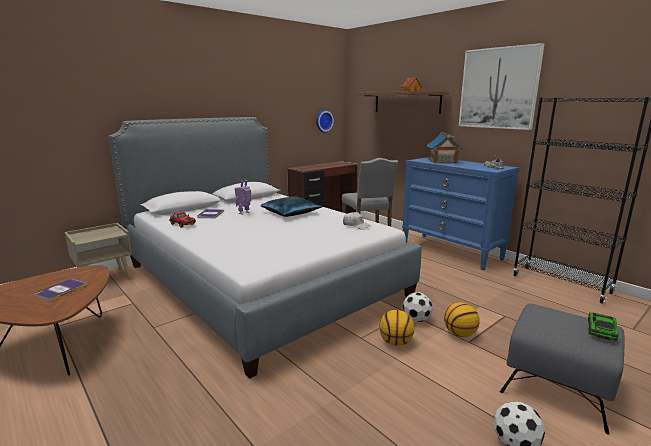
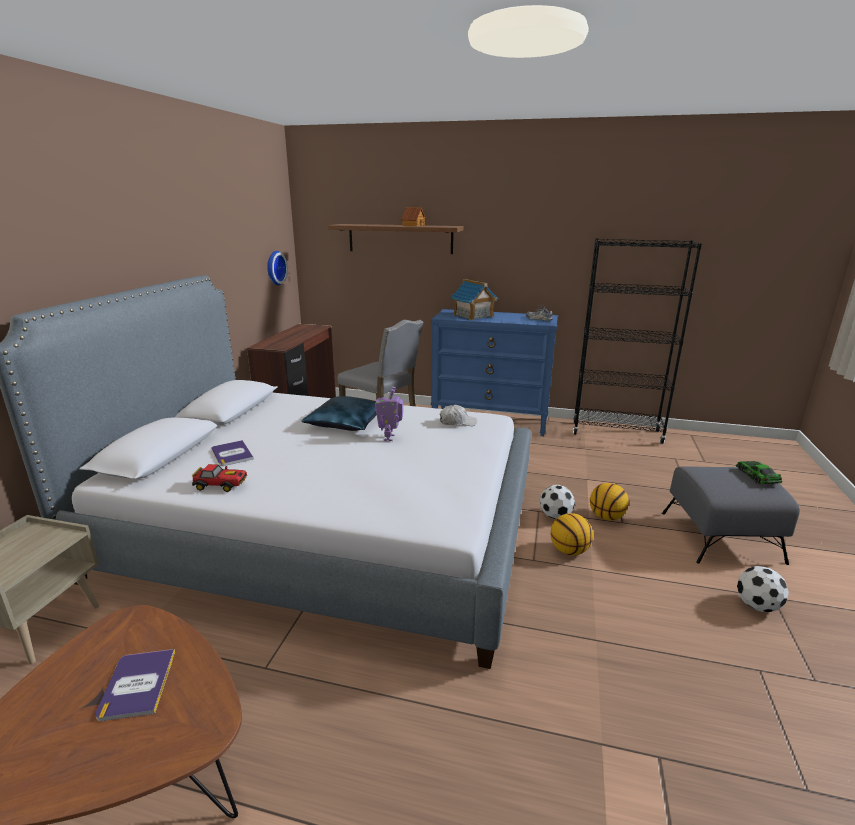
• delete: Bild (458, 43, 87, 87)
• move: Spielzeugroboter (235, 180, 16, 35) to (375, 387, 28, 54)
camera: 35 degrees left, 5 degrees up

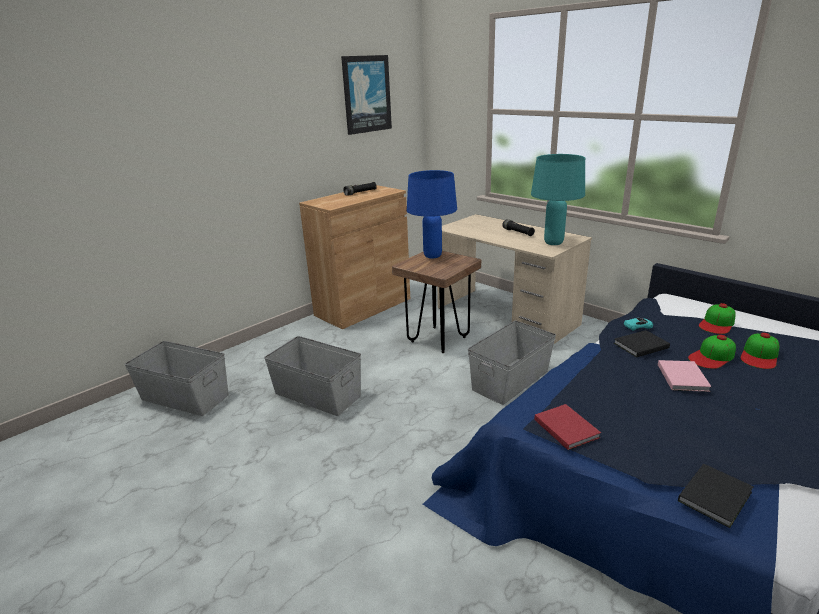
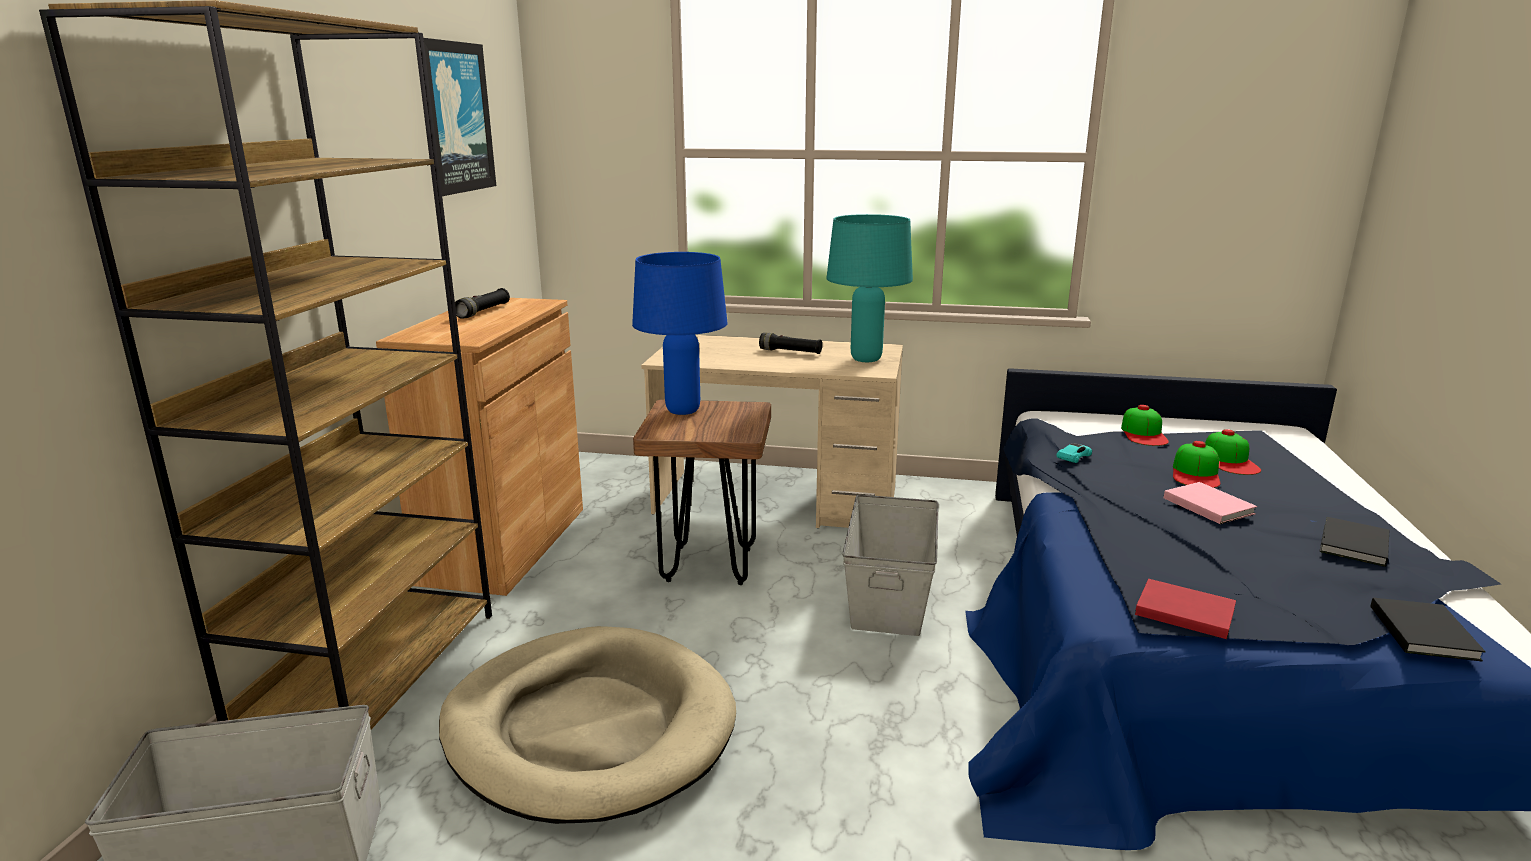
• insert: Bücherregal/braun (39, 0, 453, 729)
• move: Buch/schwarz (614, 330, 56, 27) to (1319, 517, 70, 50)
• replace: Aufbewahrungsbox/grau (264, 336, 97, 80) to Hundebett/beige (439, 626, 297, 198)
camera: 35 degrees left, 5 degrees down

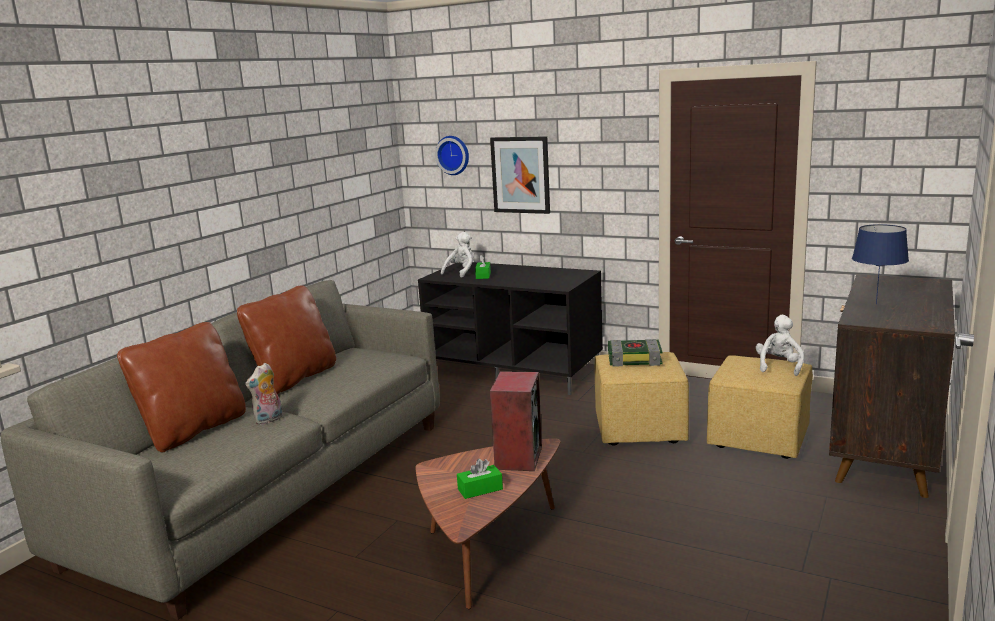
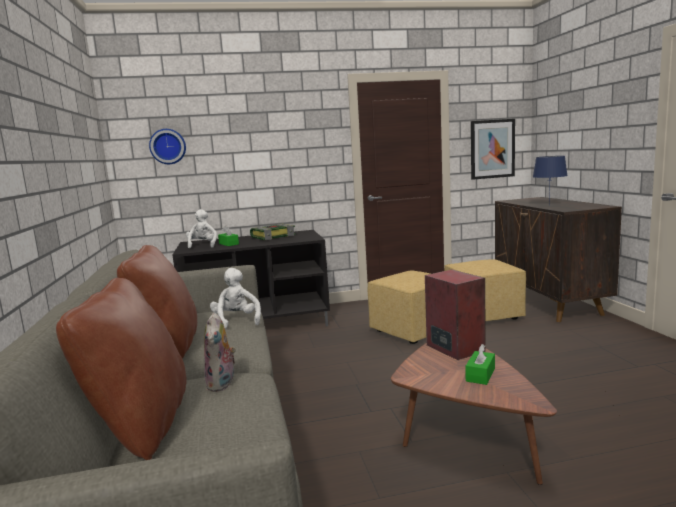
• move: Bild (490, 136, 60, 78) to (471, 119, 44, 61)
• move: Buch (608, 339, 55, 28) to (250, 223, 45, 17)
• move: Plüschtier/weiß (756, 315, 48, 61) to (210, 268, 51, 61)
camera: 40 degrees left, 5 degrees down

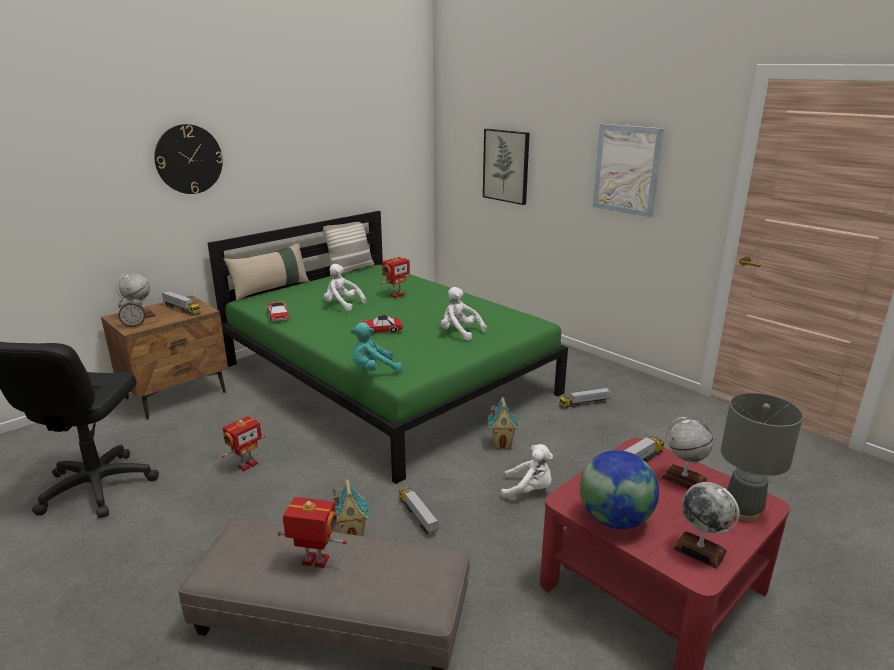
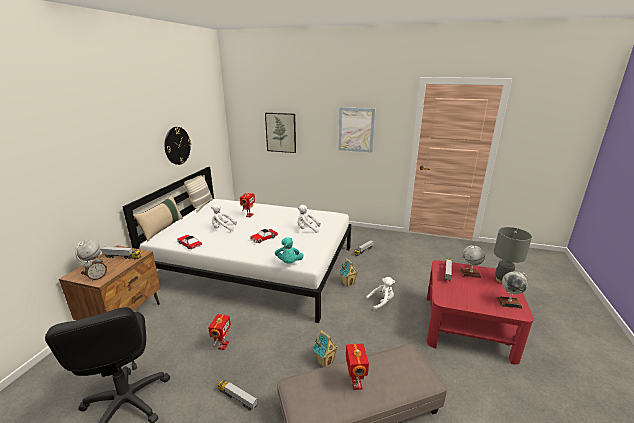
• delete: Globus (580, 450, 79, 79)
• move: Wanduhr (154, 124, 69, 70) to (164, 127, 27, 38)
• move: Spielzeuglaster (399, 487, 40, 47) to (218, 380, 40, 31)
• recolor: Bett/grün (208, 211, 360, 273) to Bett/weiß (122, 167, 229, 156)
• rotate: Spielzeugroboter (277, 497, 70, 71) = (346, 343, 23, 47) 105 degrees clockwise
• rotate: Plüschtier/türkis (350, 322, 52, 50) = (275, 237, 28, 26) 45 degrees counterclockwise
camera: 30 degrees left, 0 degrees up

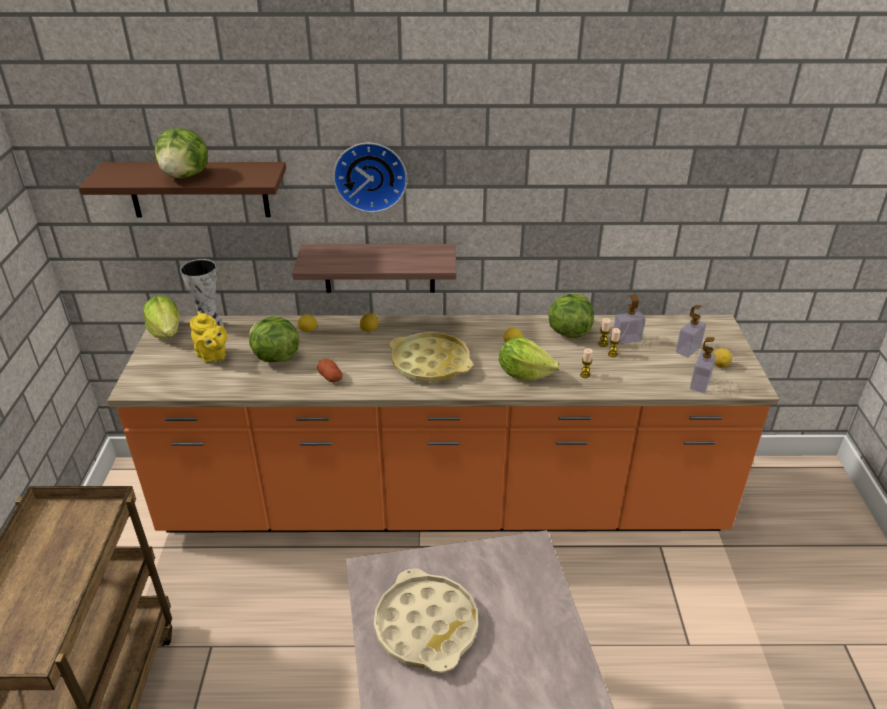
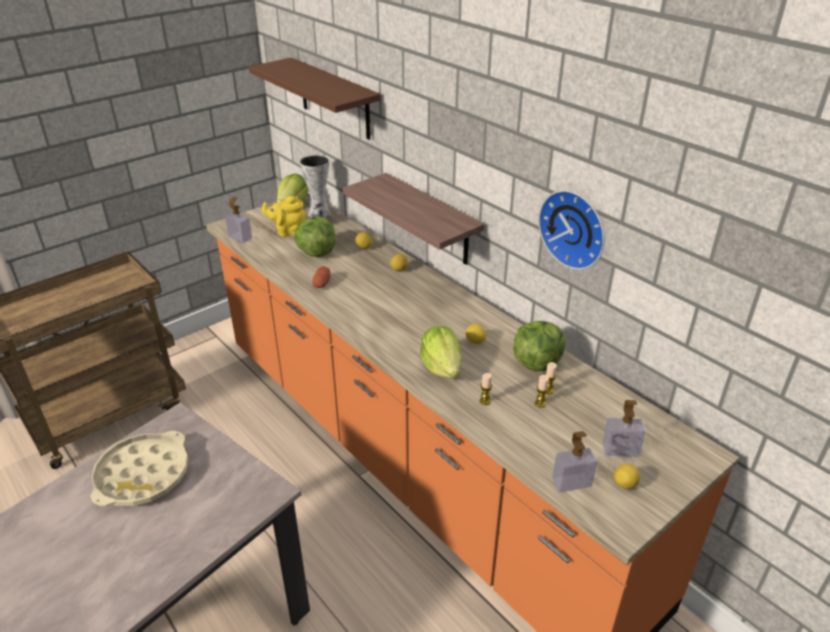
• delete: Salatkopf (155, 128, 53, 50)
• delete: Tablett/gelb (389, 332, 84, 50)
• move: Wanduhr (333, 143, 74, 70) to (538, 190, 67, 80)
• move: Seifenspender (614, 294, 32, 50) to (225, 196, 27, 47)
• rotate: Teekanne/gelb (190, 311, 37, 53) = (262, 196, 44, 41) 75 degrees clockwise
camera: 50 degrees right, 0 degrees up

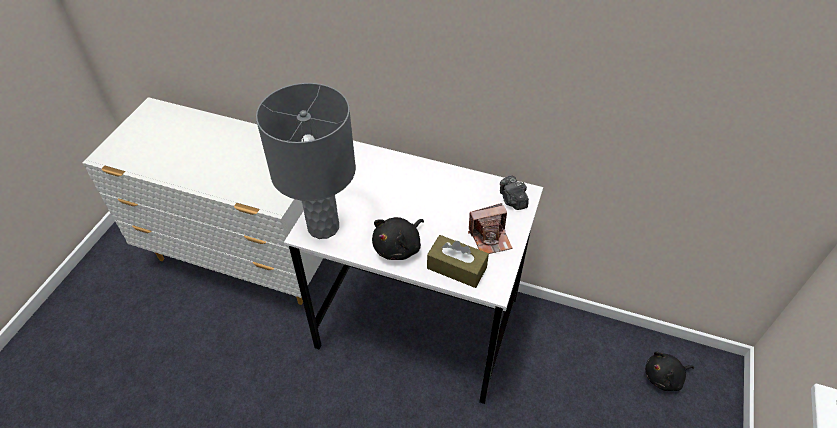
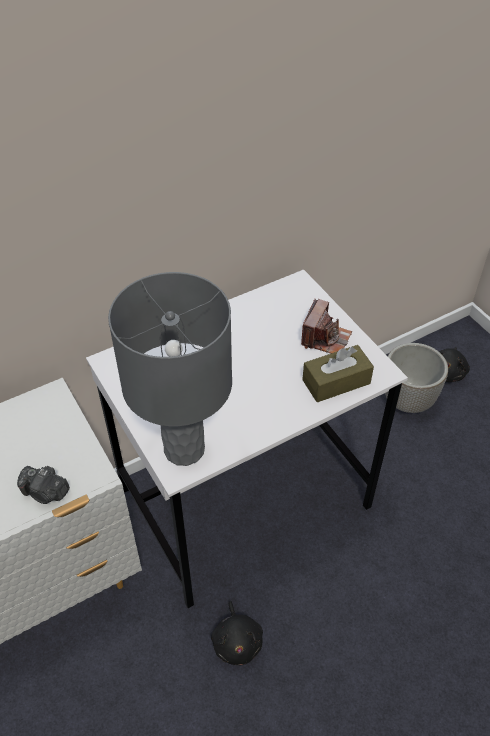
• insert: Pflanzkübel (385, 343, 63, 70)
• move: Plüschtier/schwarz (372, 217, 52, 43) to (211, 601, 52, 64)
• move: Kamera (500, 175, 29, 35) to (17, 466, 53, 38)
camera: 50 degrees left, 0 degrees up

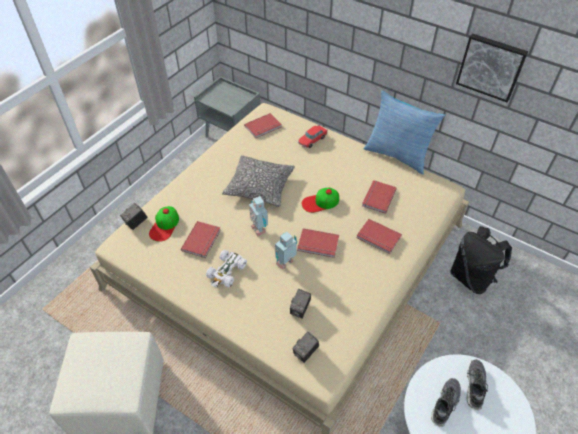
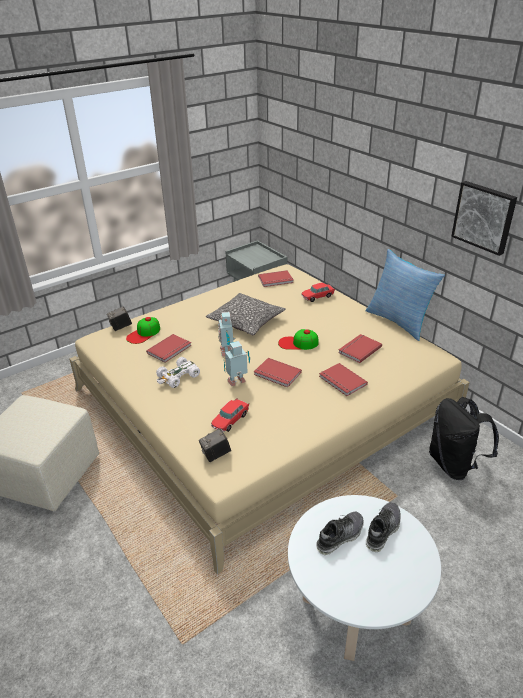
• replace: Kamera (290, 289, 21, 30) to Spielzeugauto (211, 398, 38, 34)
camera: 20 degrees right, 15 degrees down

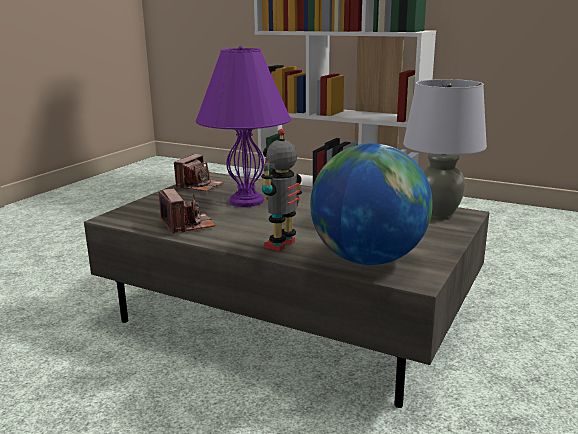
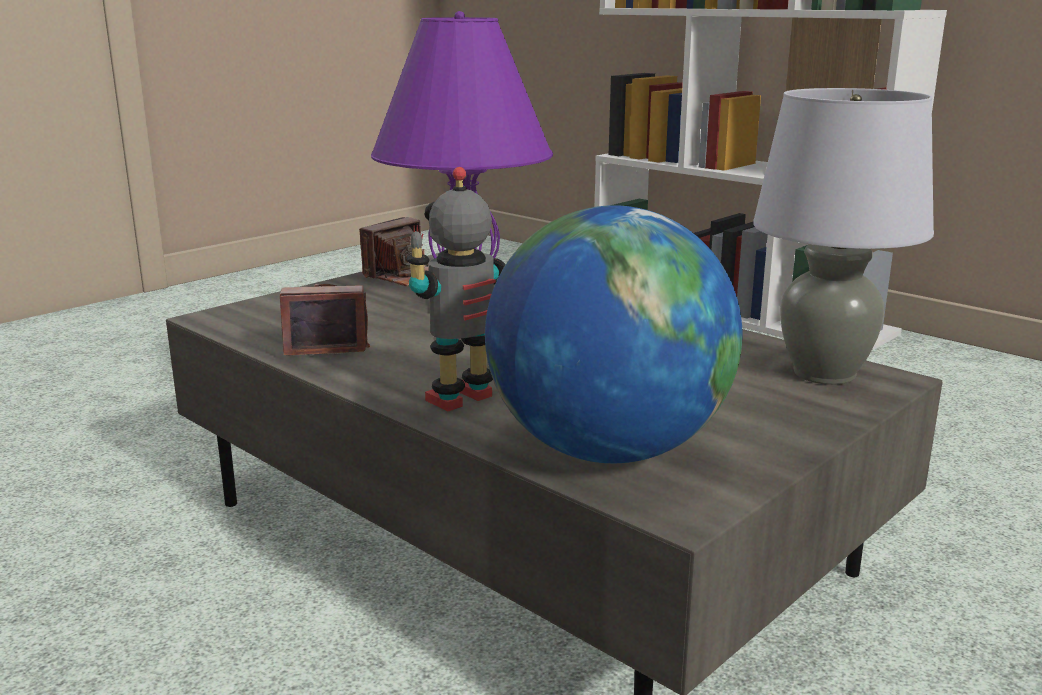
• rotate: Kamera (159, 189, 56, 45) = (280, 284, 90, 71) 90 degrees counterclockwise
camera: 15 degrees right, 0 degrees up

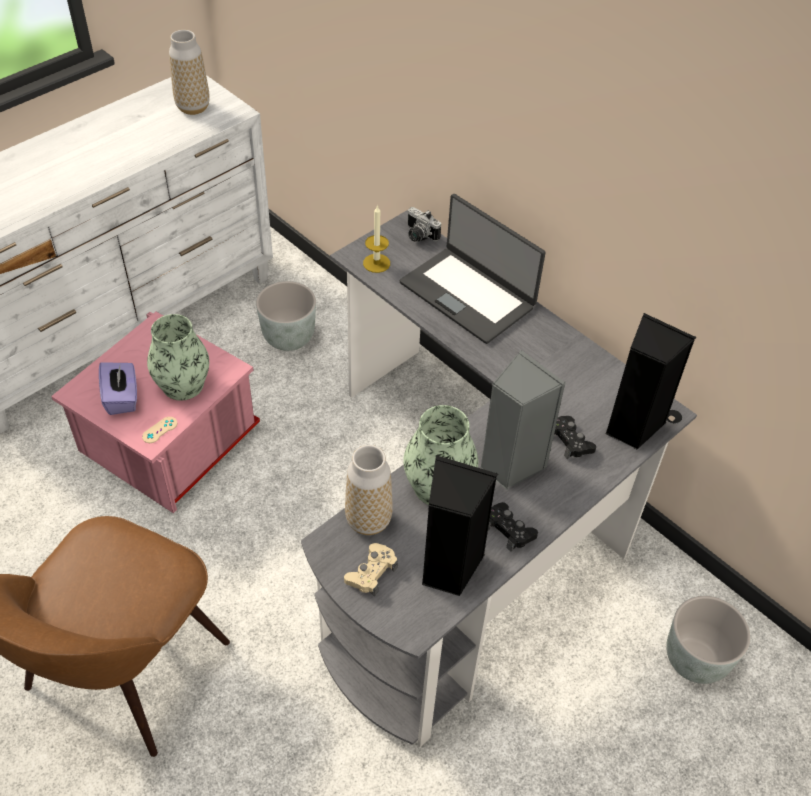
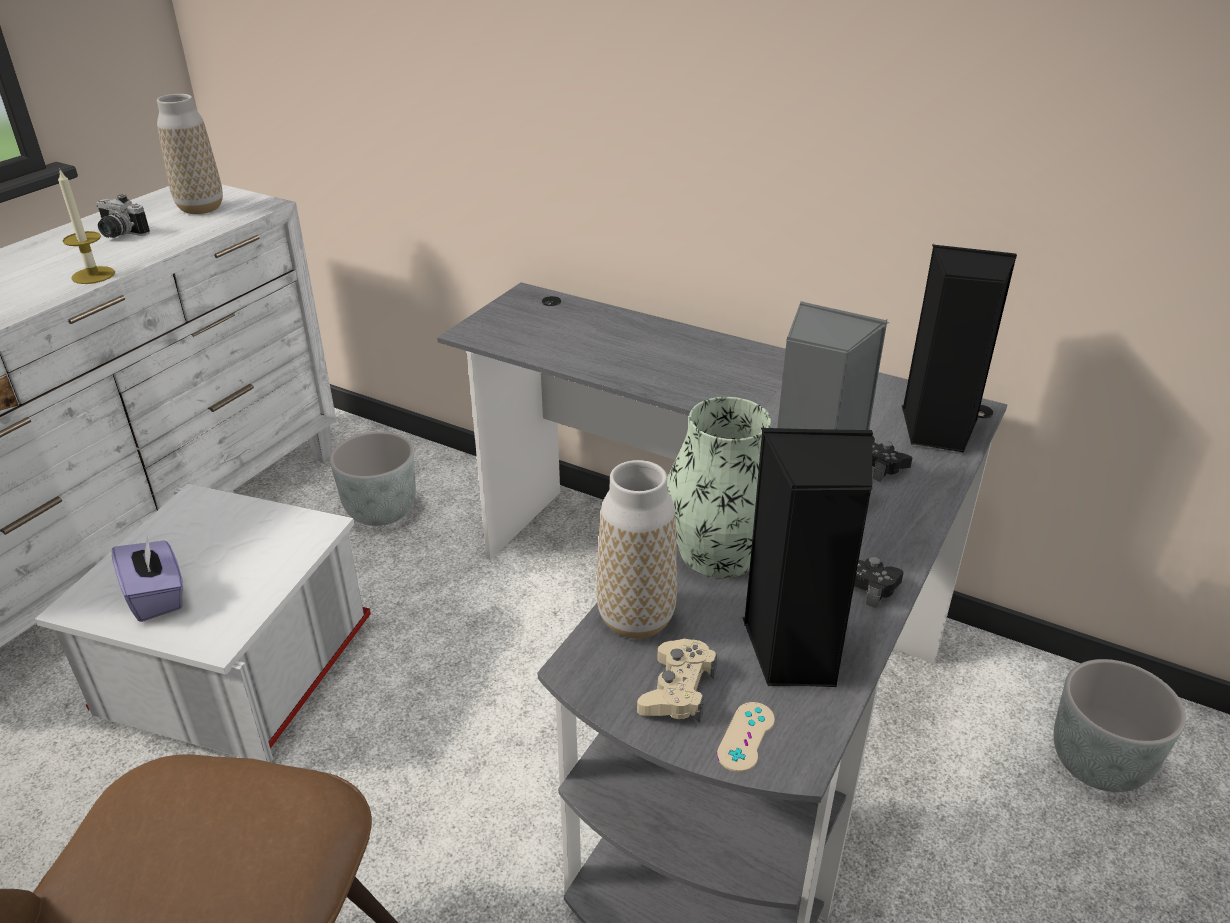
• delete: Vase (147, 314, 62, 87)
• delete: Laptop (400, 194, 146, 150)
• move: Gamepad/beige (142, 417, 35, 26) to (717, 702, 58, 70)
• move: Kerze (363, 205, 27, 68) to (58, 170, 57, 114)
• move: Kamera (407, 207, 34, 35) to (96, 194, 54, 44)
• recolor: Aufbewahrungsbox/rosa (51, 312, 209, 201) to Aufbewahrungsbox/weiß (35, 484, 336, 278)
camera: 15 degrees left, 15 degrees down

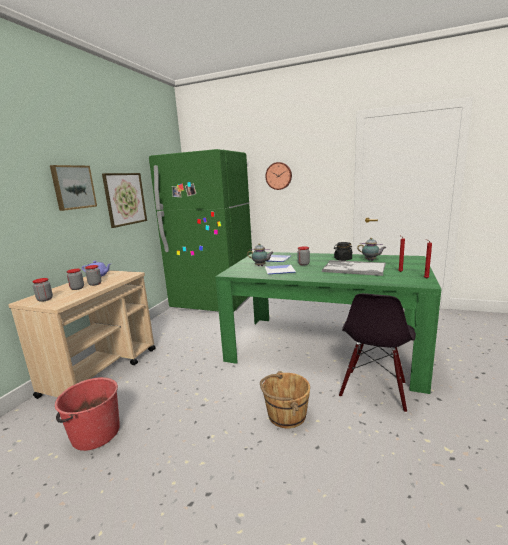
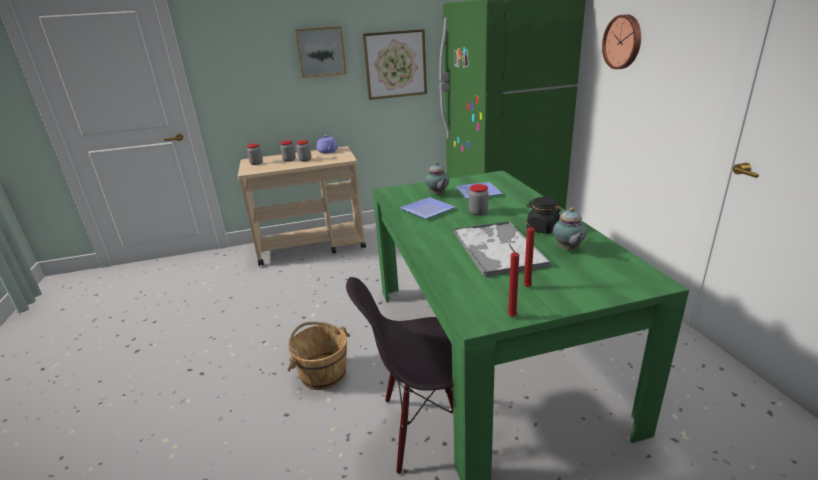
• delete: Eimer/rot (55, 377, 65, 74)
camera: 55 degrees right, 10 degrees up

